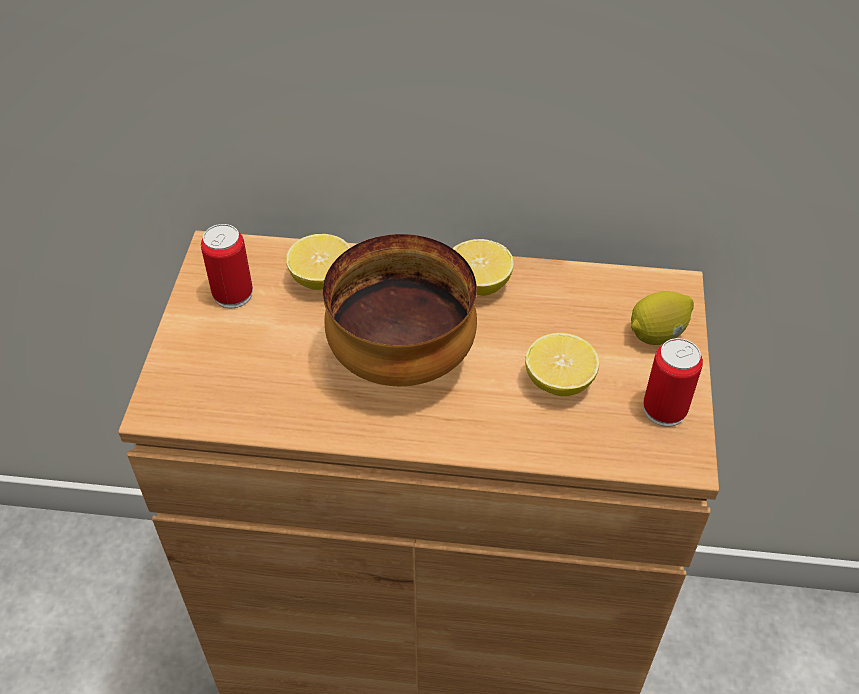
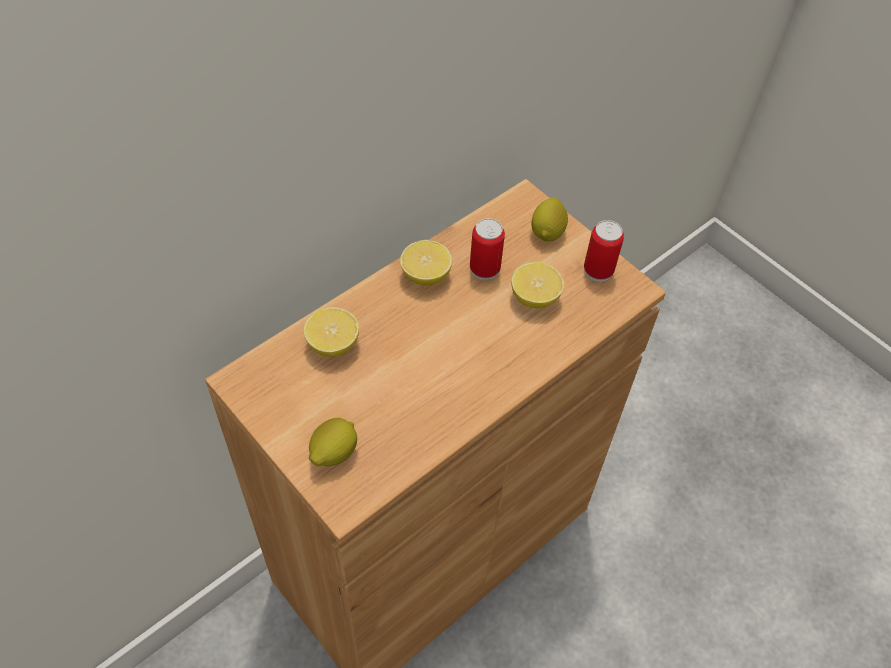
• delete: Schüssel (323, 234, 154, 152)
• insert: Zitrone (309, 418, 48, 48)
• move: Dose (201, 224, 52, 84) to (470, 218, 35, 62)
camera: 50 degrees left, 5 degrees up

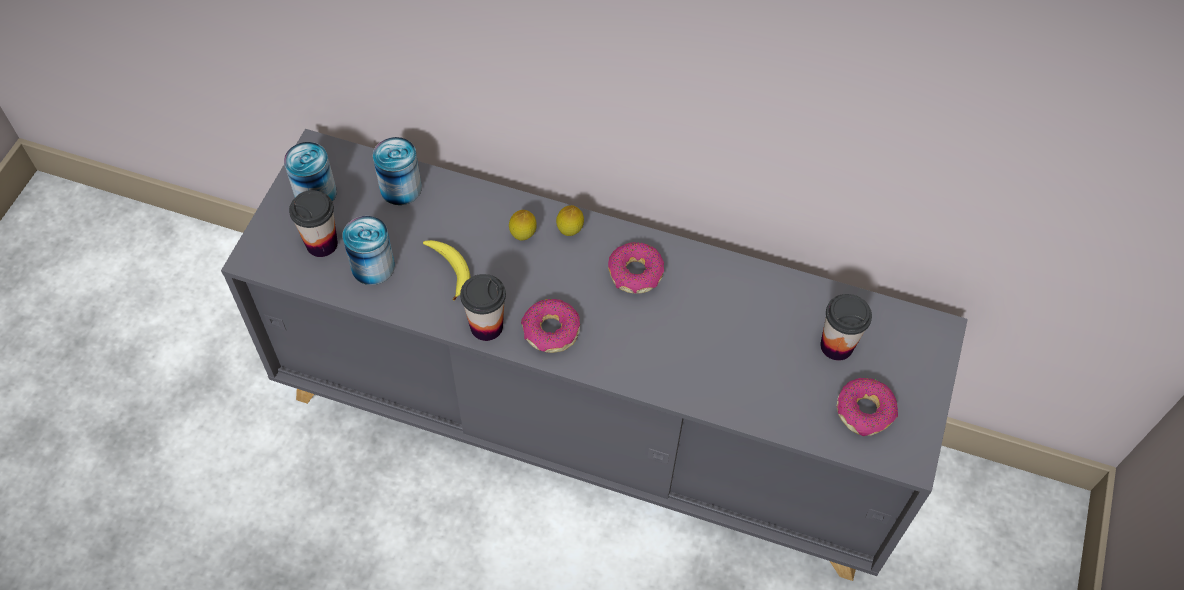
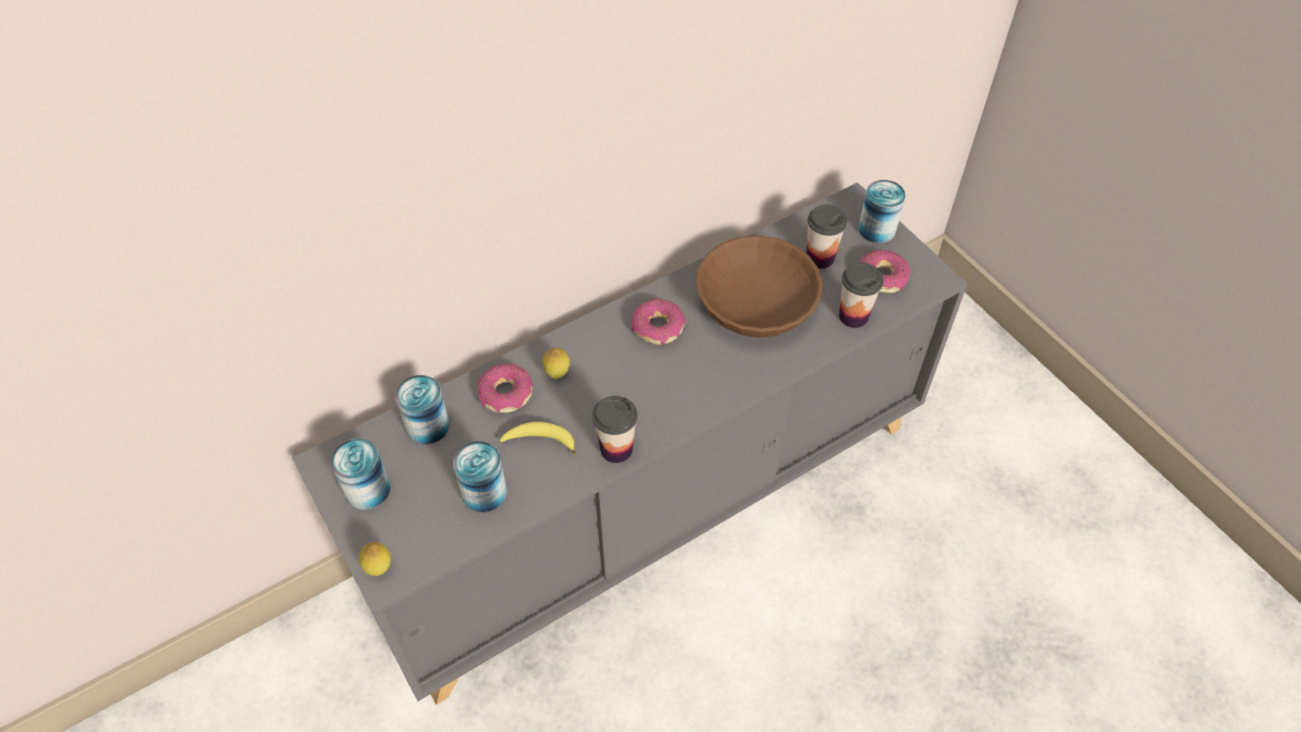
• insert: Schüssel/braun (695, 235, 128, 103)
• insert: Dose (858, 180, 48, 63)
• move: Tasse (289, 190, 49, 67) to (839, 263, 44, 65)
• move: Donut (521, 299, 59, 54) to (477, 364, 56, 49)
• move: Zitrone (556, 205, 28, 31) to (359, 542, 32, 34)
camera: 50 degrees left, 5 degrees down

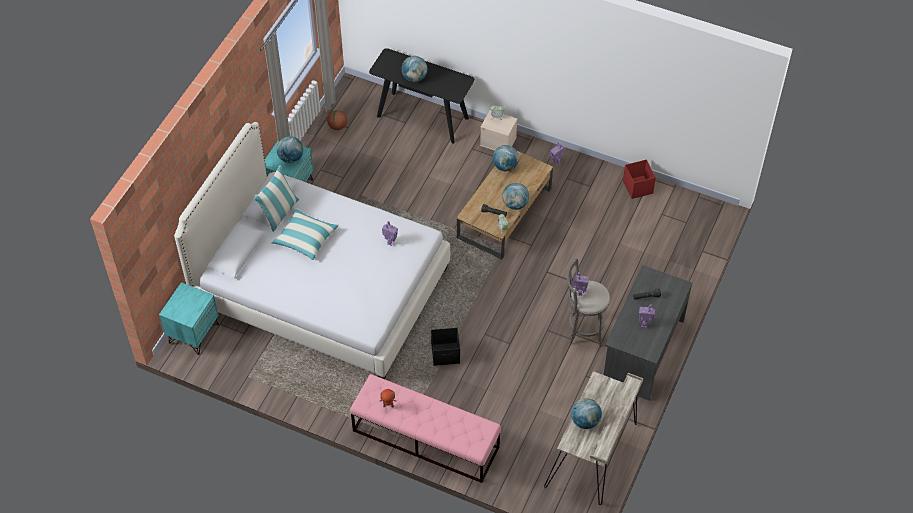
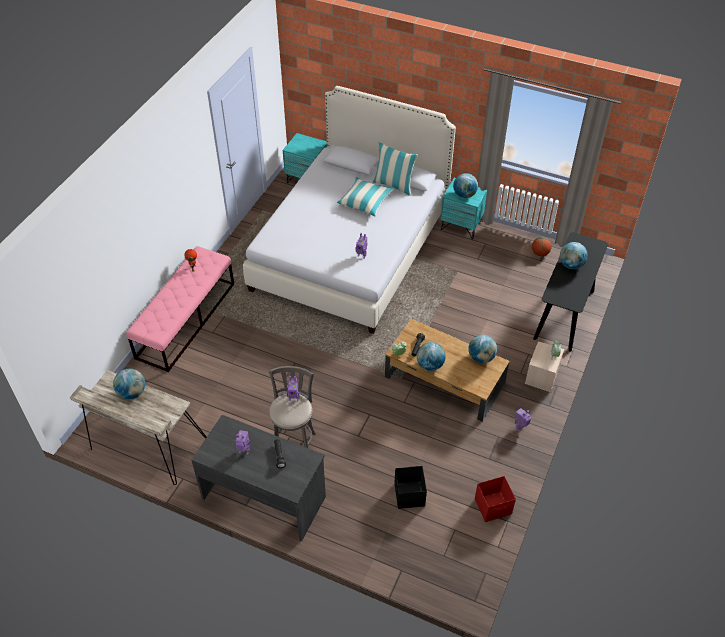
• move: Aufbewahrungsbox/schwarz (431, 328, 29, 38) to (394, 466, 33, 43)
camera: 90 degrees right, 5 degrees down

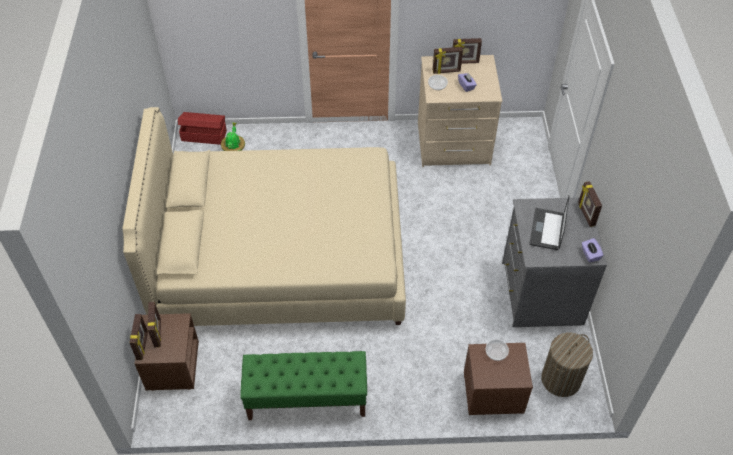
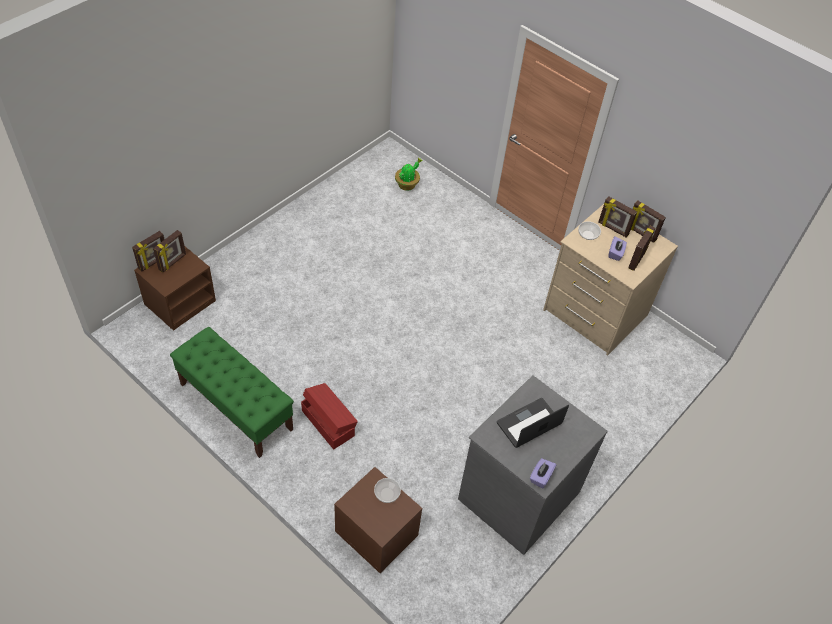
• delete: Bett/beige (123, 107, 283, 219)
• delete: Wäschekorb (541, 332, 52, 65)
• move: Aufbewahrungsbox/rot (178, 112, 49, 33) to (301, 383, 57, 67)
• move: Bilderrahmen (578, 181, 24, 46) to (629, 226, 26, 45)
camera: 40 degrees right, 0 degrees up

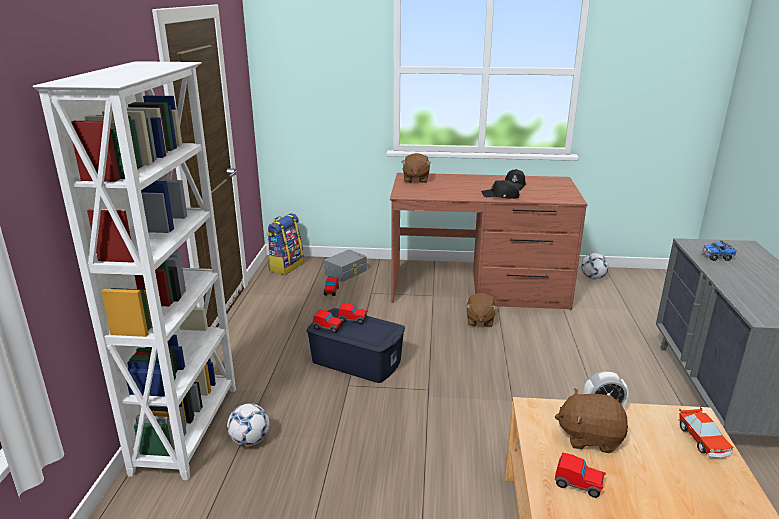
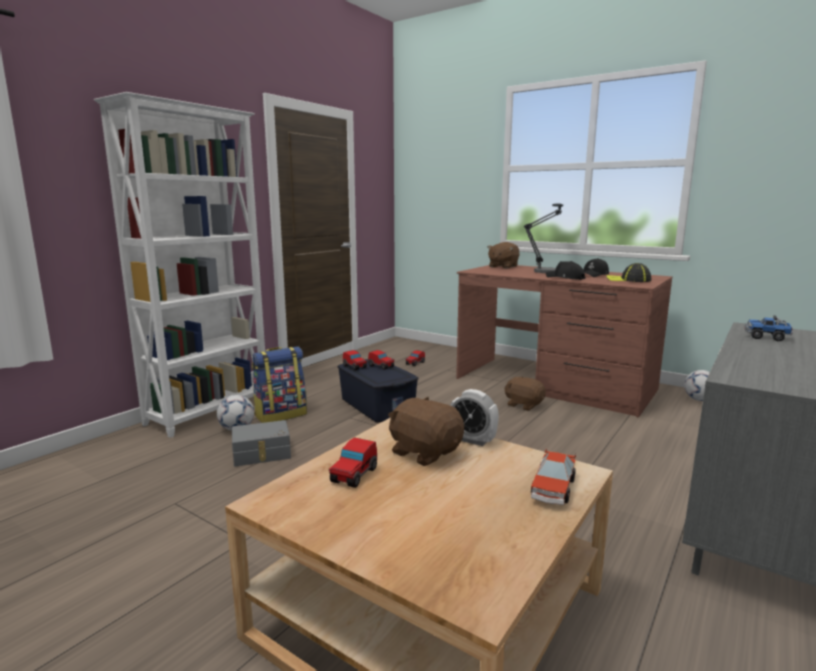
• insert: Tischlampe (524, 204, 39, 69)
• insert: Kappe (606, 263, 45, 19)
• move: Rucksack (267, 213, 37, 62) to (252, 346, 55, 77)
• move: Aufbewahrungsbox/grau (324, 249, 43, 33) to (232, 420, 59, 46)
• rotate: Plüschtier/braun (466, 293, 32, 34) = (504, 376, 42, 35) 90 degrees clockwise
• rotate: Spielzeugauto (555, 453, 51, 45) = (329, 437, 49, 51) 60 degrees clockwise
camera: 30 degrees right, 10 degrees down

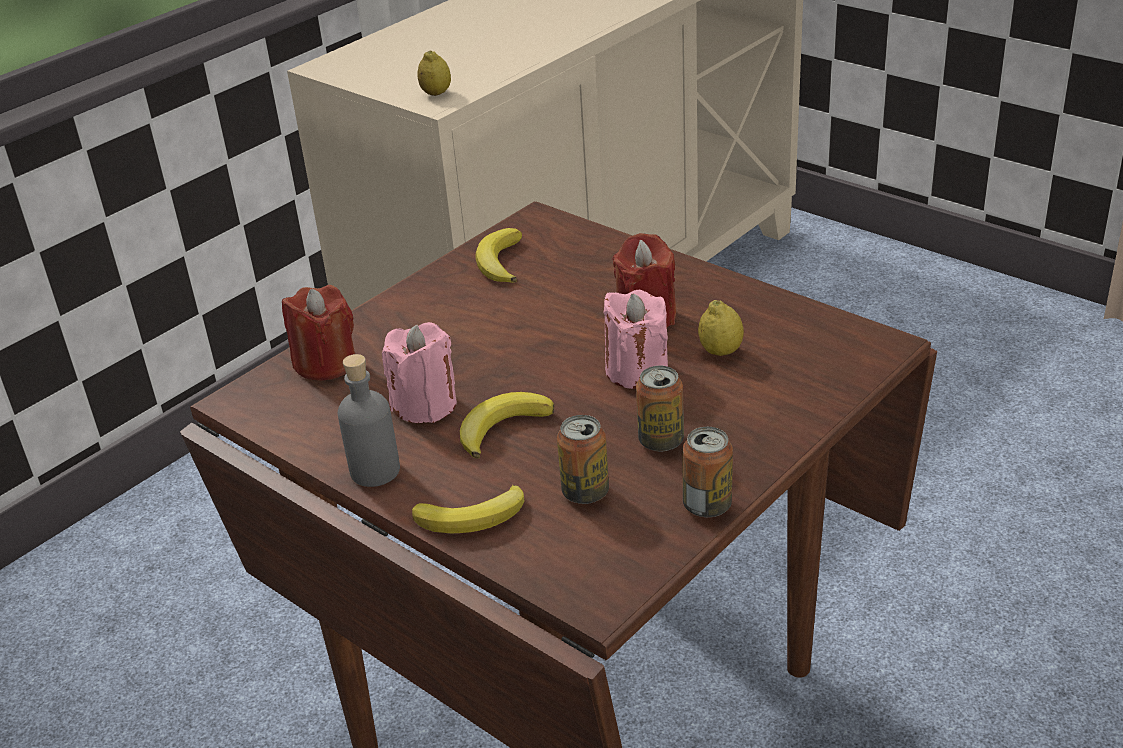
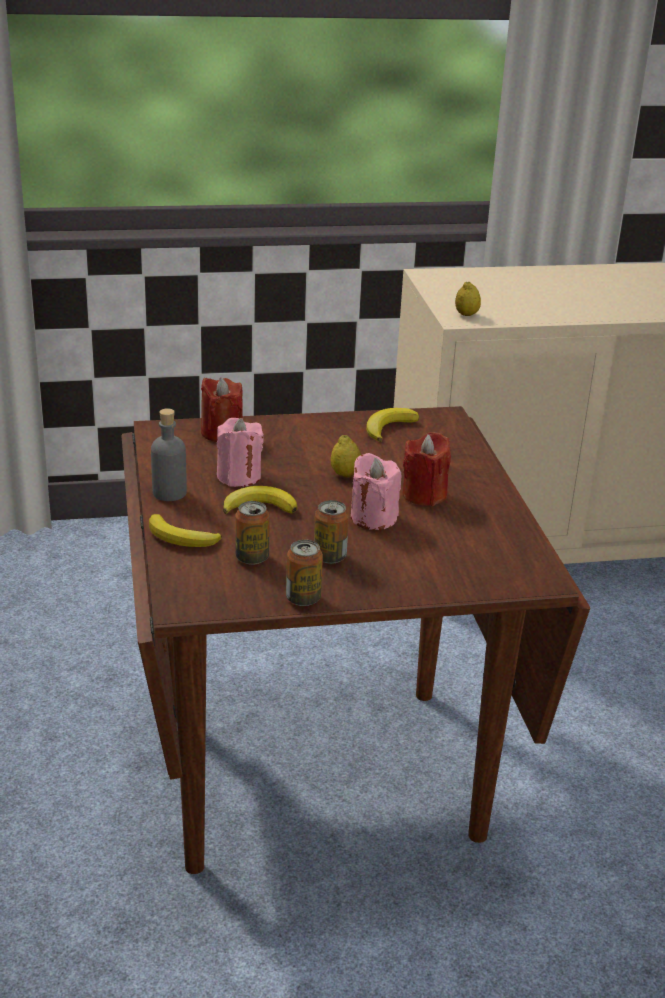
• move: Zitrone (698, 300, 46, 56) to (331, 435, 30, 42)
camera: 35 degrees right, 5 degrees down

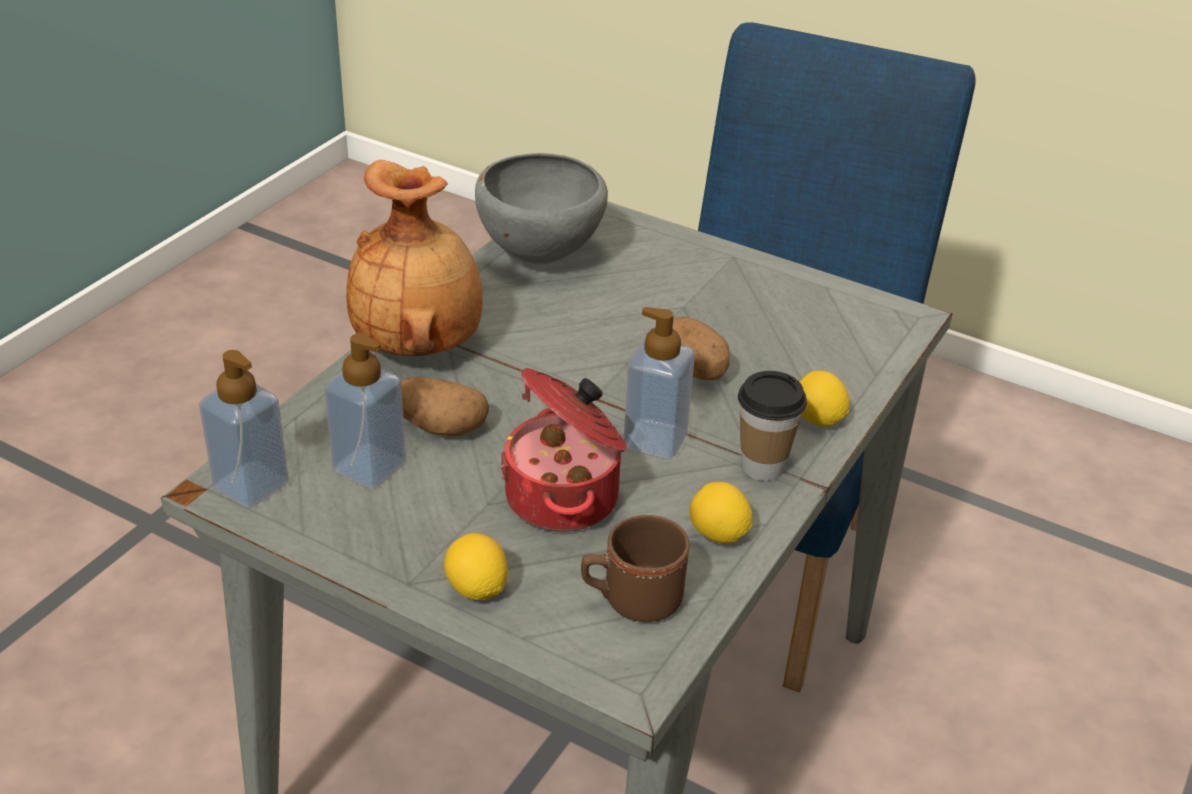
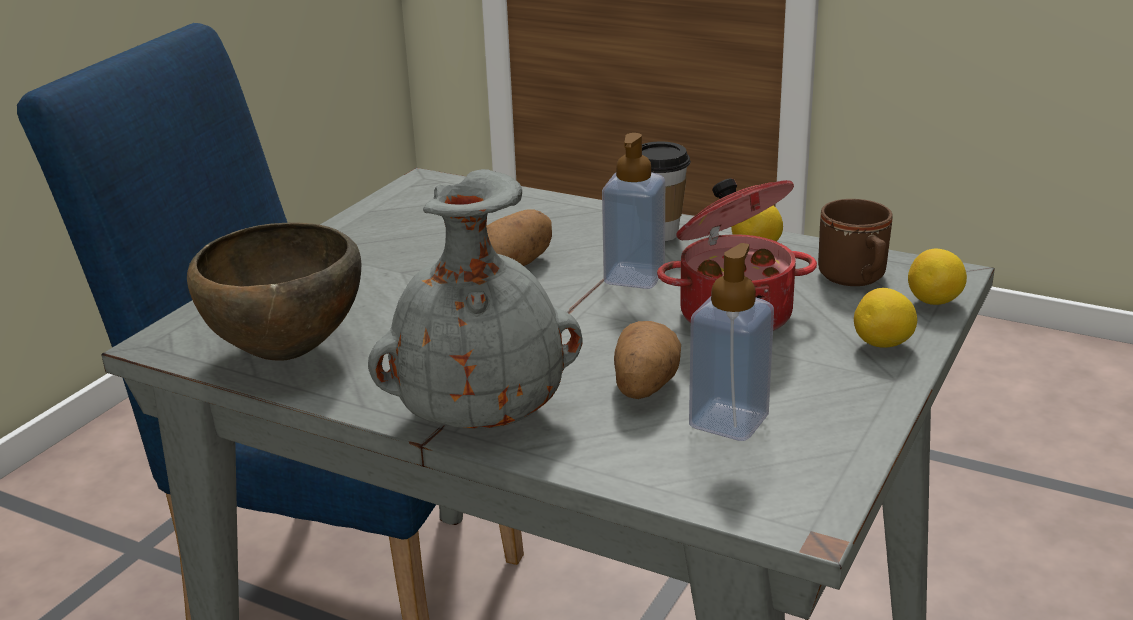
• delete: Seifenspender (199, 350, 90, 158)
• move: Zitrone (800, 371, 50, 56) to (908, 248, 59, 57)
• recolor: Vase/braun (346, 160, 137, 196) to Vase/grau (368, 169, 215, 260)
• recolor: Schüssel/grau (475, 153, 133, 111) to Schüssel/braun (187, 222, 174, 139)
camera: 90 degrees left, 10 degrees down

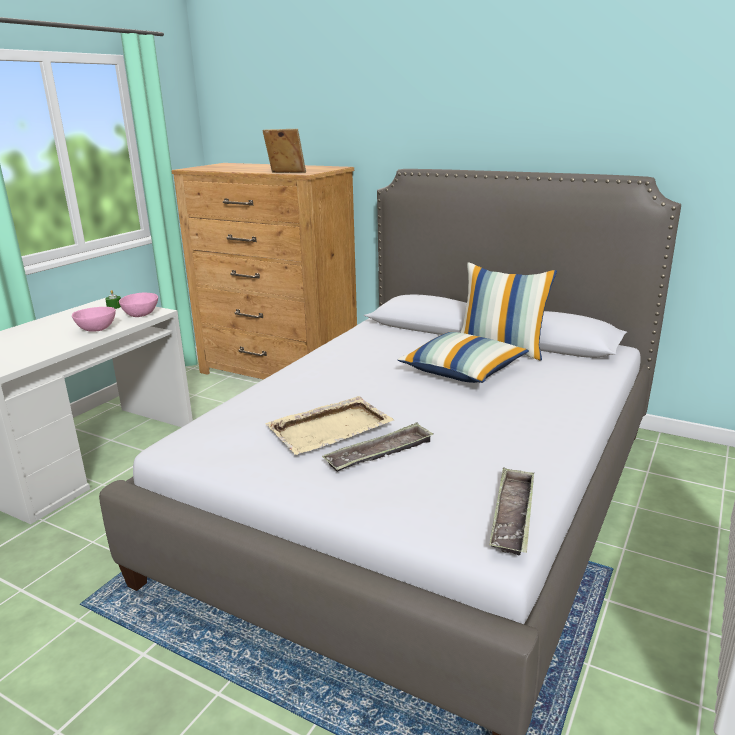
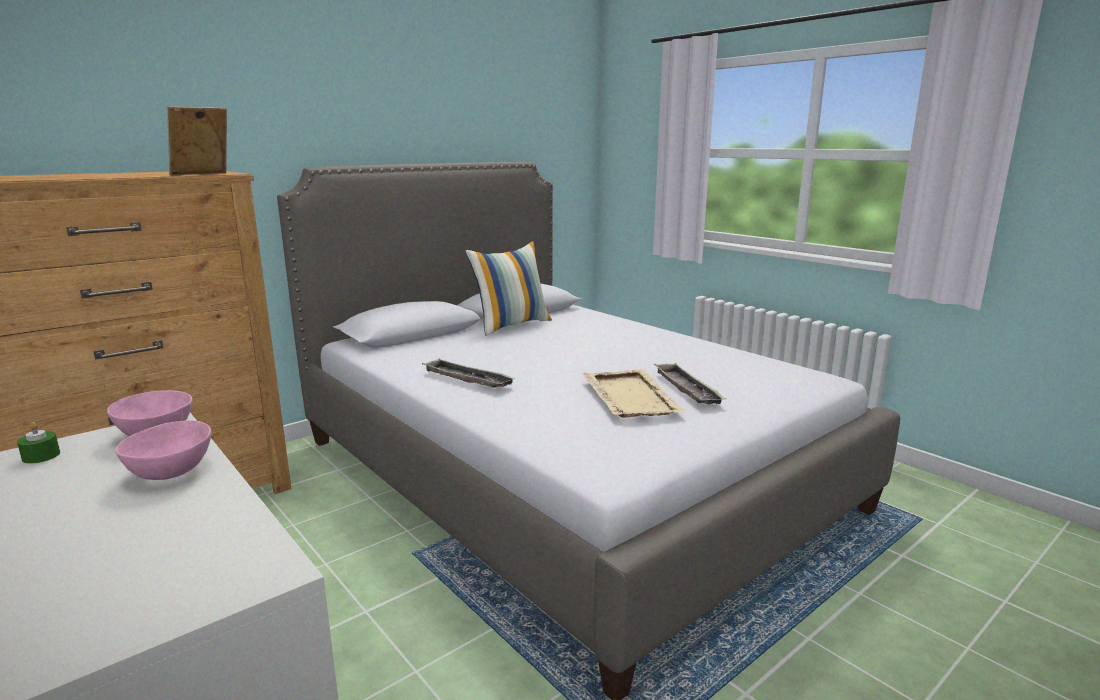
• delete: Kissen (397, 332, 132, 51)
• move: Tablett (489, 467, 45, 88) to (422, 358, 94, 30)
camera: 70 degrees left, 5 degrees down

